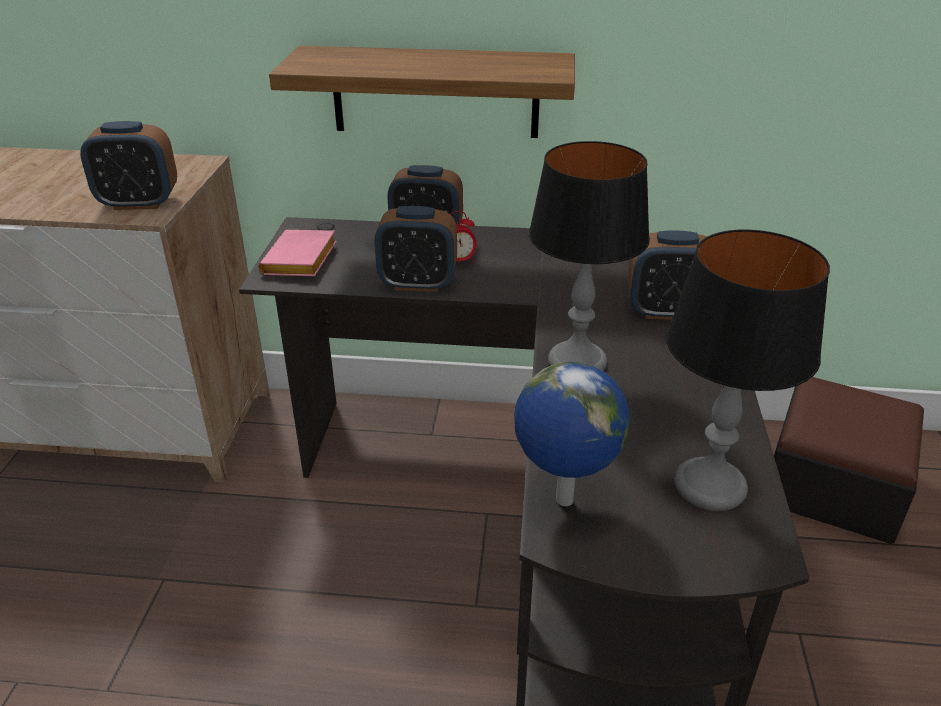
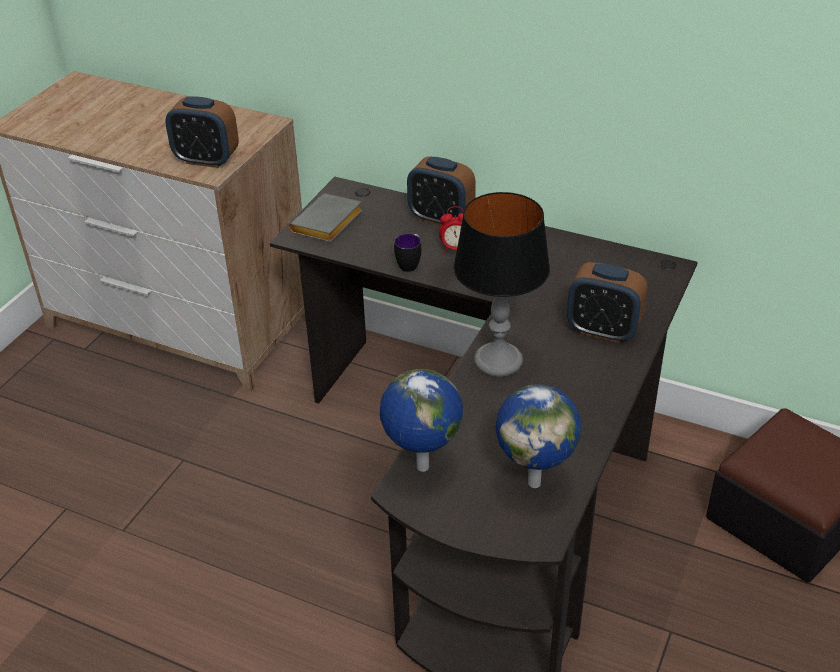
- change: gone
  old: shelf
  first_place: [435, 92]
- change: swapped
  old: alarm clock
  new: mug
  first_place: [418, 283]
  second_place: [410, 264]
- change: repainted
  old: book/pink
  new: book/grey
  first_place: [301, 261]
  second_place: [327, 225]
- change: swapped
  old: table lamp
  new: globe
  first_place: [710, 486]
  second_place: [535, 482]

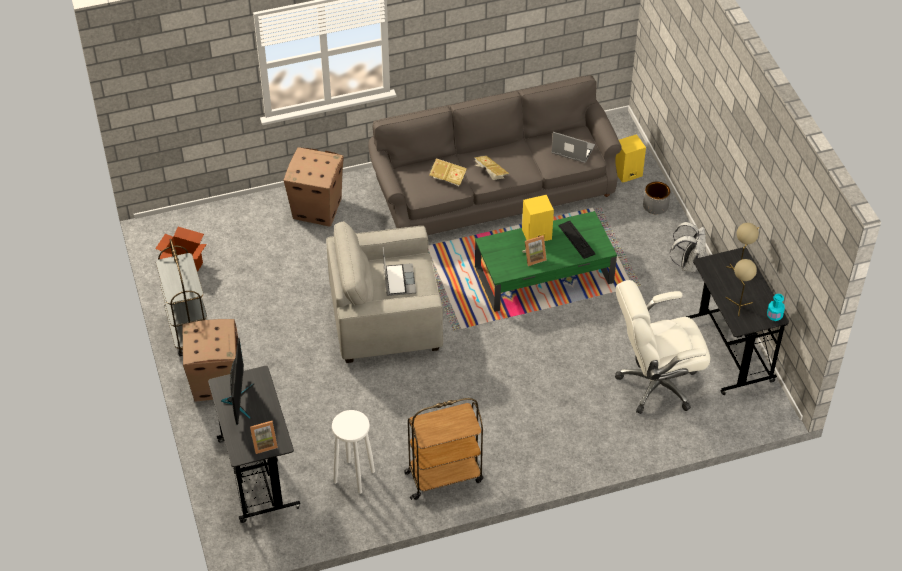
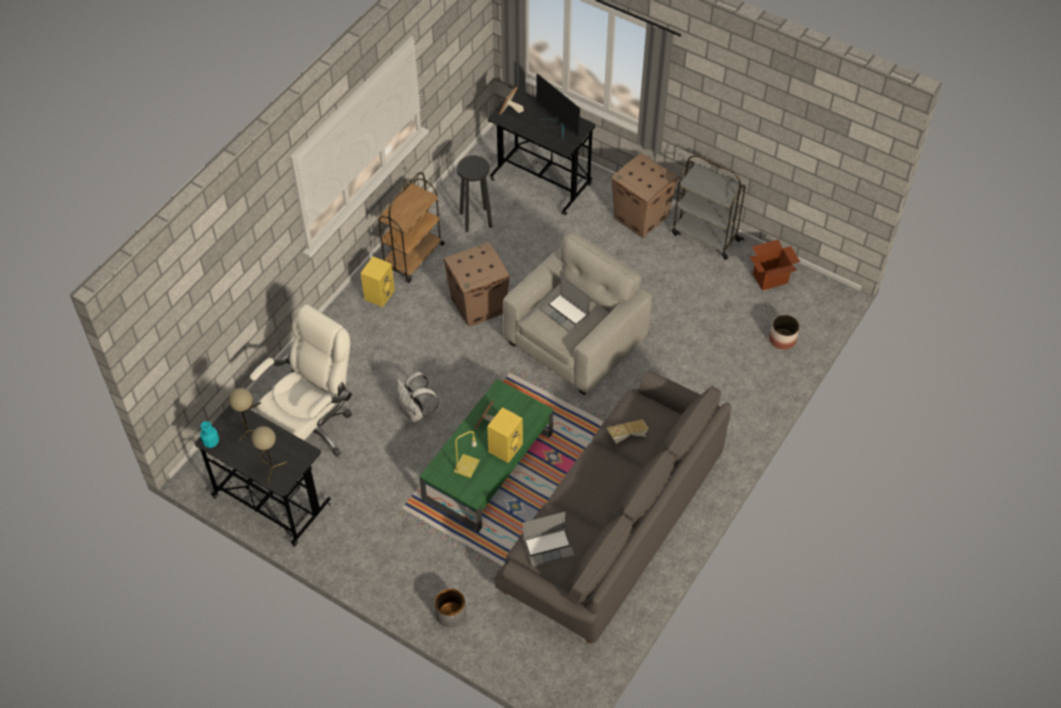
- change: shifted
  old: speaker/yellow
  first_place: [627, 173]
  second_place: [379, 294]
- change: shifted
  old: cardboard box
  first_place: [316, 208]
  second_place: [479, 305]
- change: gone
  old: book
  first_place: [490, 173]
- change: swapped
  old: keyboard
  new: table lamp/yellow
  first_place: [576, 239]
  second_place: [466, 466]
- change: shifted
  old: backpack/white
  first_place: [688, 264]
  second_place: [416, 413]
- change: repainted
  old: stool/white
  new: stool/black
  first_place: [354, 477]
  second_place: [475, 220]
- change: new
  new: planter
  second_place: [782, 339]

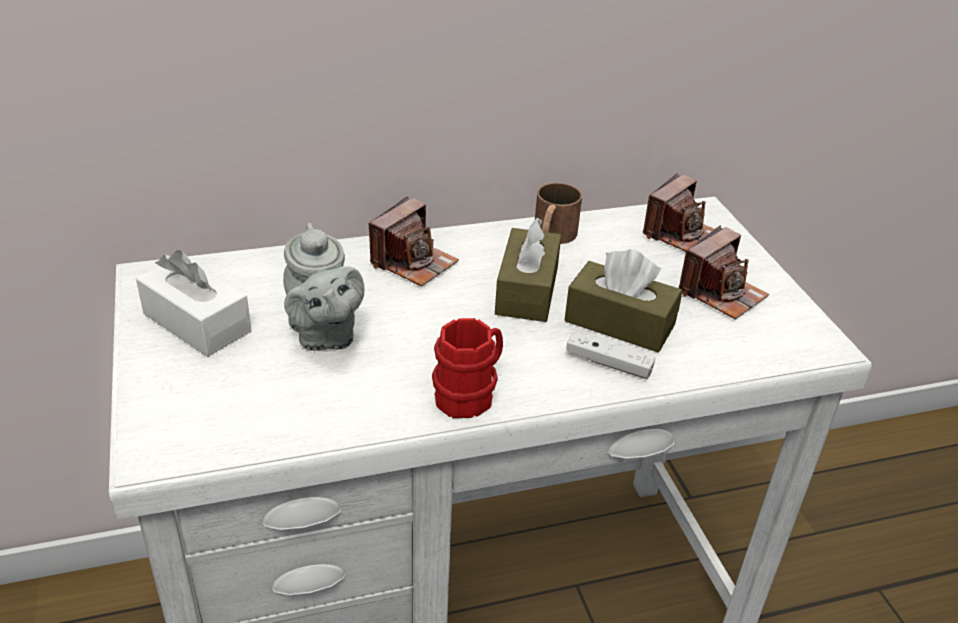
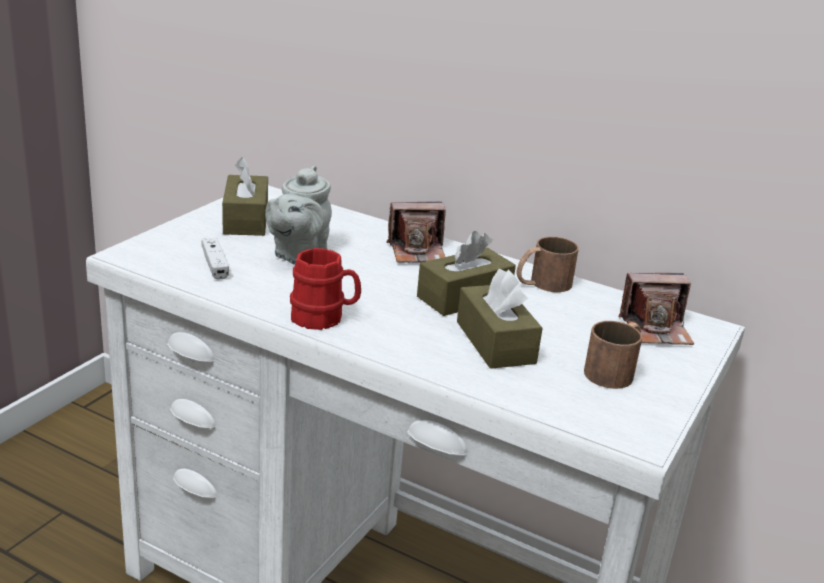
- change: swapped
  old: photo camera
  new: mug/brown
  first_place: [721, 293]
  second_place: [615, 370]
- change: repainted
  old: tissue box/white
  new: tissue box/brown
  first_place: [197, 323]
  second_place: [246, 219]
- change: shifted
  old: game controller/white
  first_place: [608, 363]
  second_place: [215, 265]

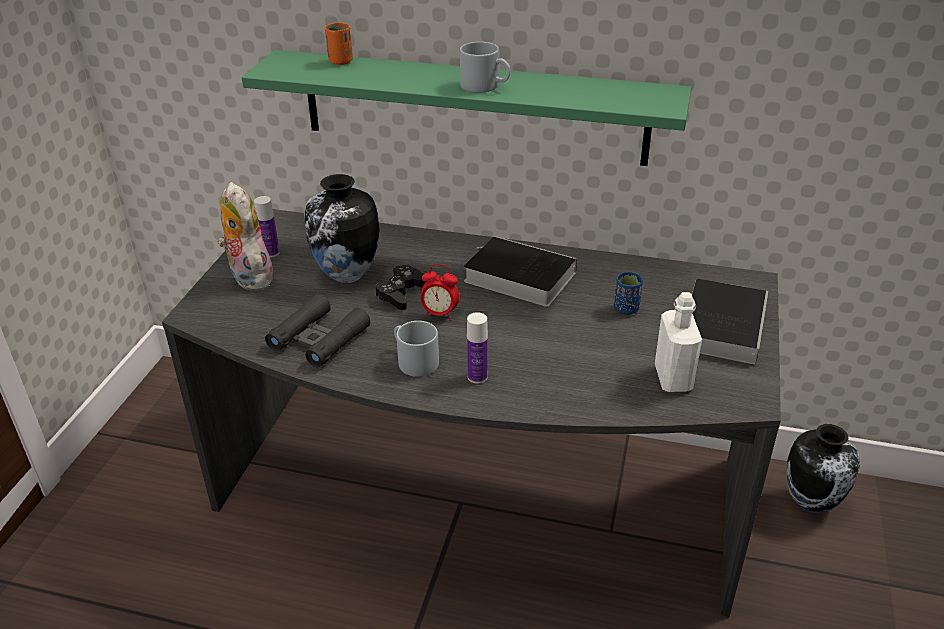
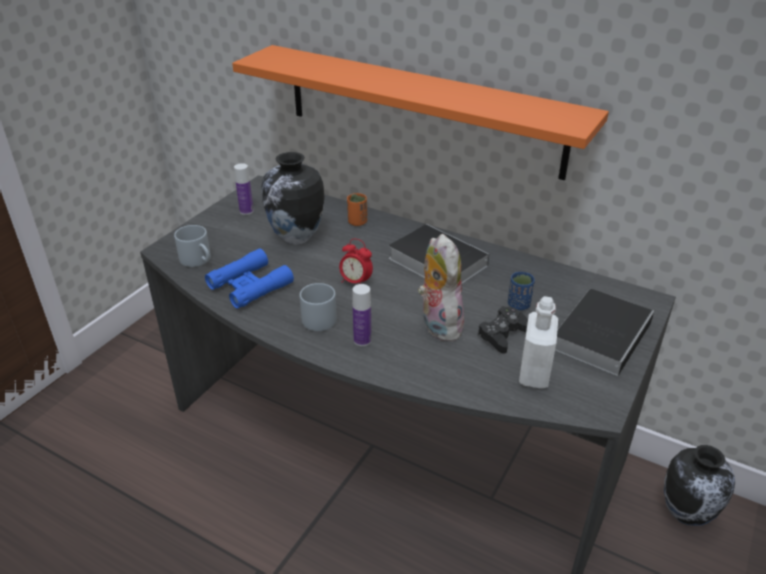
- change: shifted
  old: cup/orange
  first_place: [340, 61]
  second_place: [357, 222]
- change: shifted
  old: mug/grey
  first_place: [486, 86]
  second_place: [199, 260]
- change: repainted
  old: shelf/green
  new: shelf/orange
  first_place: [473, 107]
  second_place: [421, 110]
- change: shifted
  old: plush toy
  first_place: [248, 277]
  second_place: [437, 324]
- change: shifted
  old: game controller/black
  first_place: [401, 293]
  second_place: [503, 334]
- change: repainted
  old: binoculars/black
  new: binoculars/blue
  first_place: [319, 339]
  second_place: [250, 285]

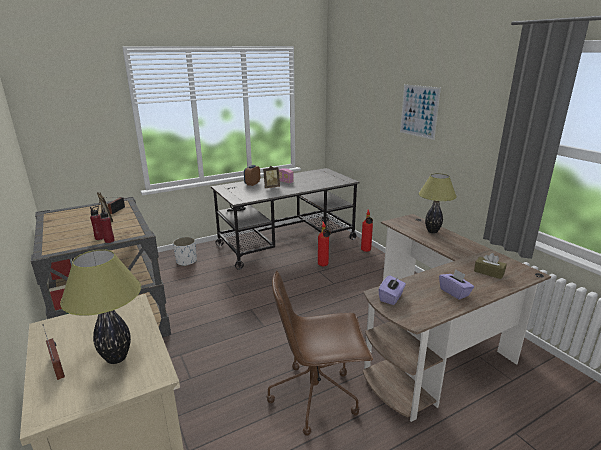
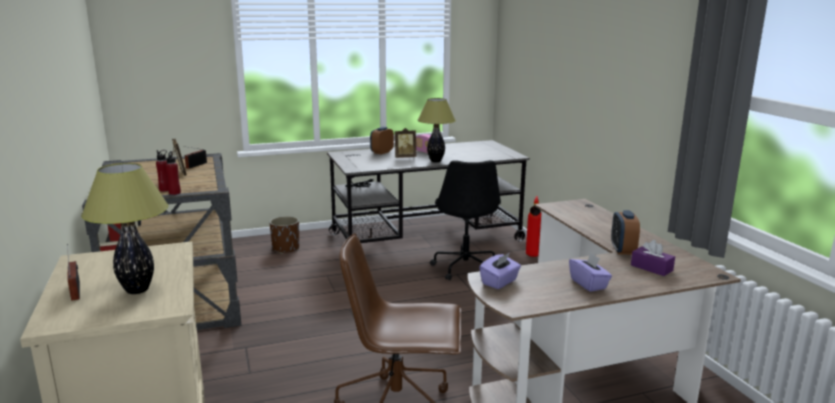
- change: gone
  old: picture
  first_place: [419, 111]
- change: shifted
  old: table lamp
  first_place: [432, 231]
  second_place: [436, 161]
- change: swapped
  old: fire extinguisher
  new: office chair/black
  first_place: [323, 266]
  second_place: [465, 269]
- change: repainted
  old: planter/white
  new: planter/brown
  first_place: [186, 261]
  second_place: [286, 248]
- change: repainted
  old: tissue box/brown
  new: tissue box/purple
  first_place: [489, 272]
  second_place: [651, 268]
- change: new
  new: alarm clock
  second_place: [622, 250]

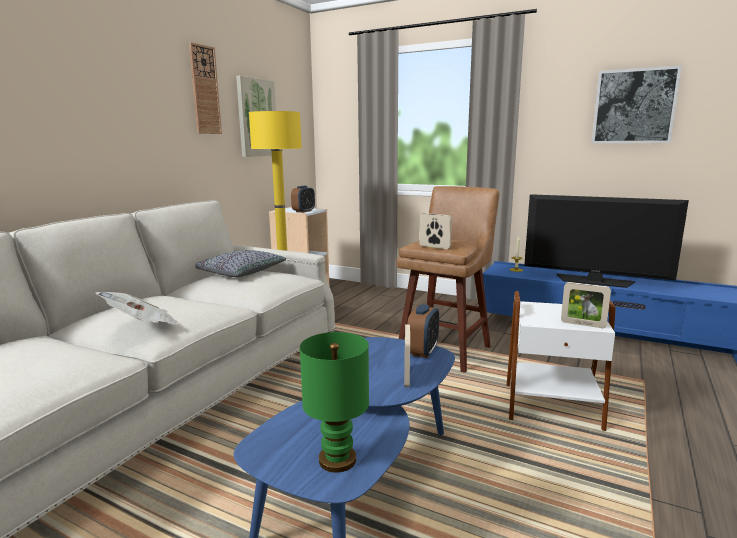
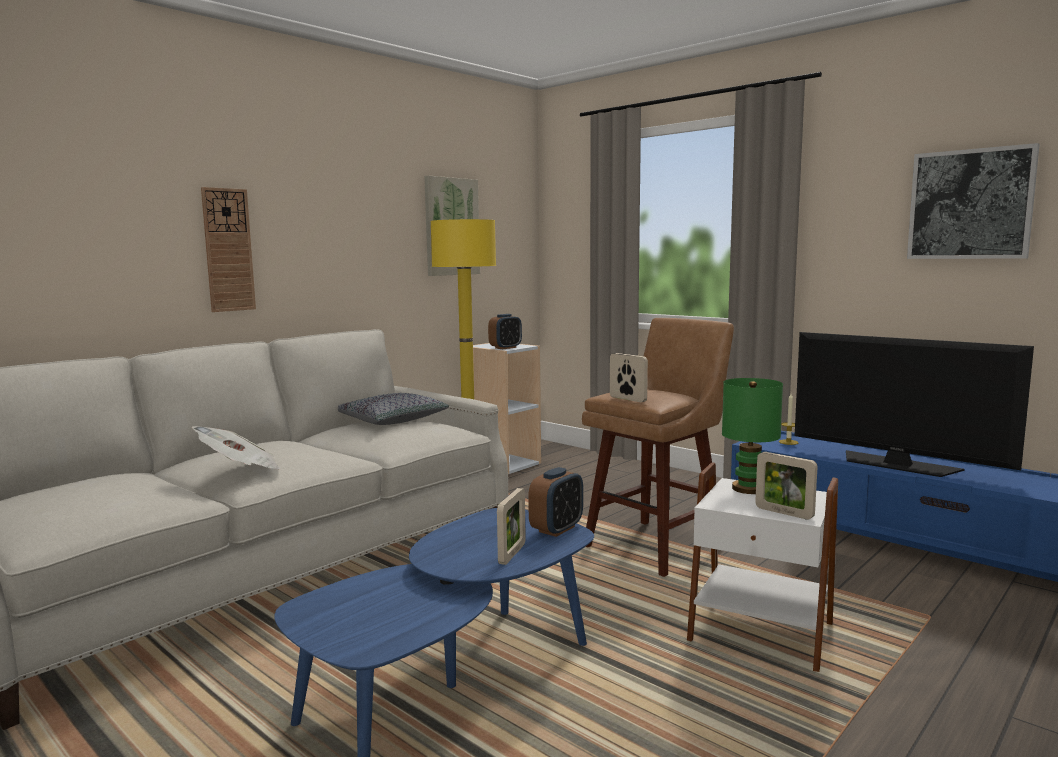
- change: shifted
  old: wall clock
  first_place: [205, 90]
  second_place: [228, 250]
- change: shifted
  old: table lamp/green
  first_place: [337, 459]
  second_place: [748, 488]

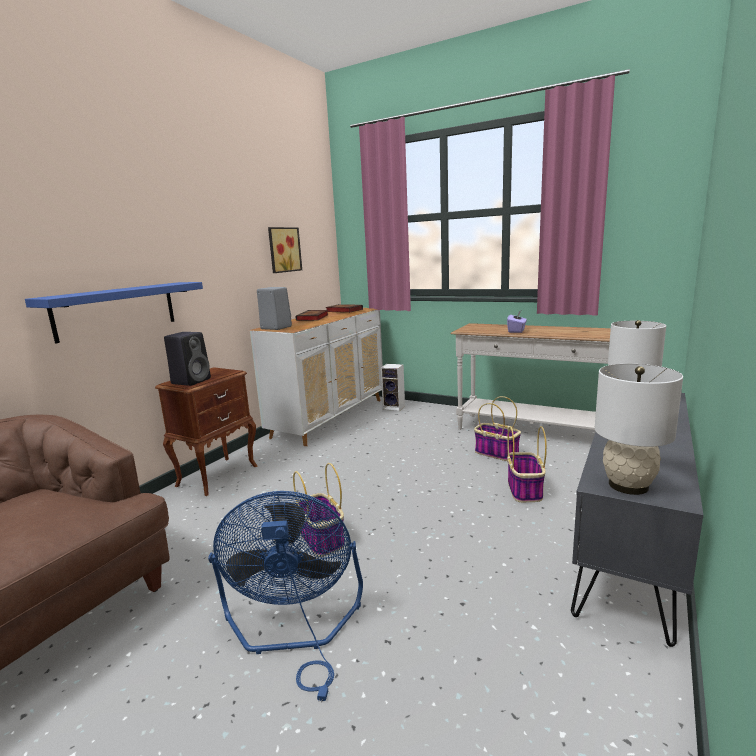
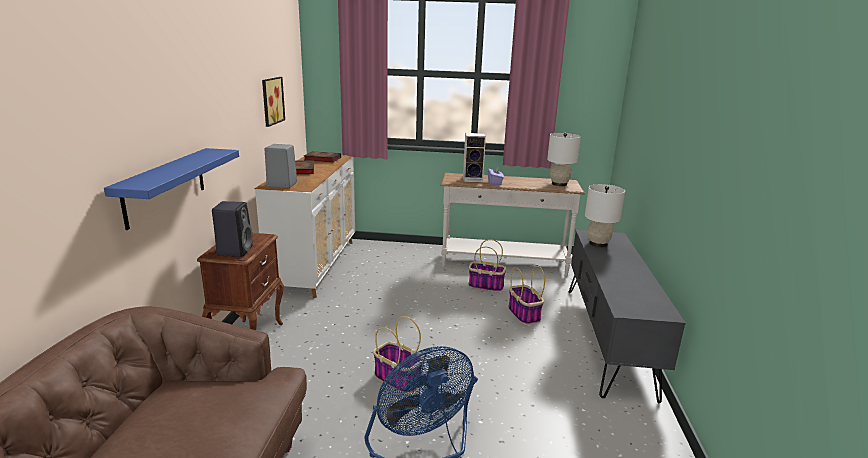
- change: shifted
  old: speaker
  first_place: [395, 407]
  second_place: [473, 179]
- change: shifted
  old: table lamp/white
  first_place: [628, 485]
  second_place: [559, 184]

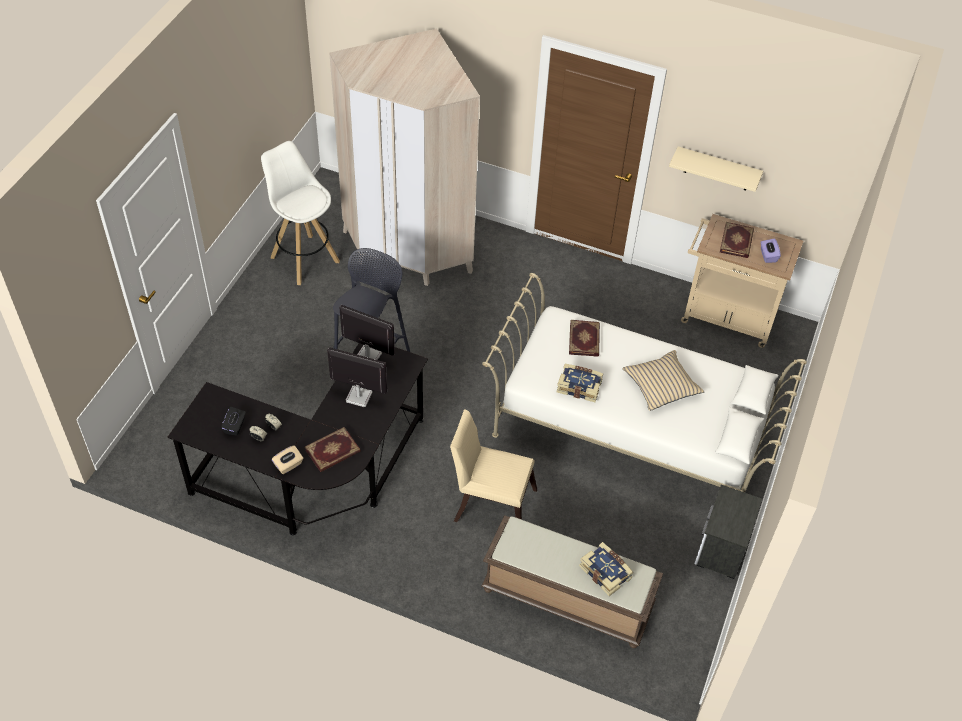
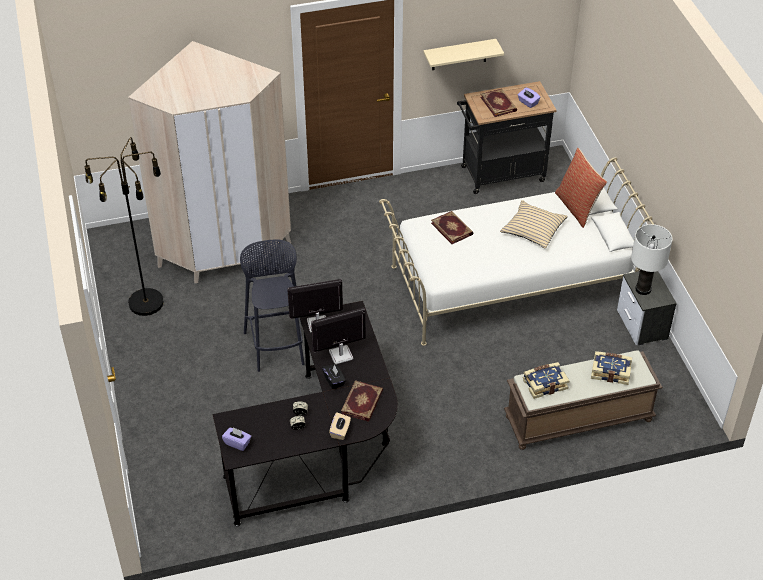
- change: swapped
  old: stool/white
  new: floor lamp
  first_place: [304, 258]
  second_place: [146, 303]
- change: repainted
  old: cart/beige
  new: cart/black
  first_place: [725, 317]
  second_place: [500, 175]
- change: shifted
  old: book
  first_place: [579, 386]
  second_place: [544, 384]
- change: shifted
  old: tissue box/black
  first_place: [235, 426]
  second_place: [334, 381]
- change: gone
  old: chair/beige
  first_place: [490, 503]
- change: new
  new: pillow
  second_place: [577, 207]
- change: new
  new: table lamp/white
  second_place: [643, 289]
- change: new
  new: tissue box/purple
  second_place: [237, 443]

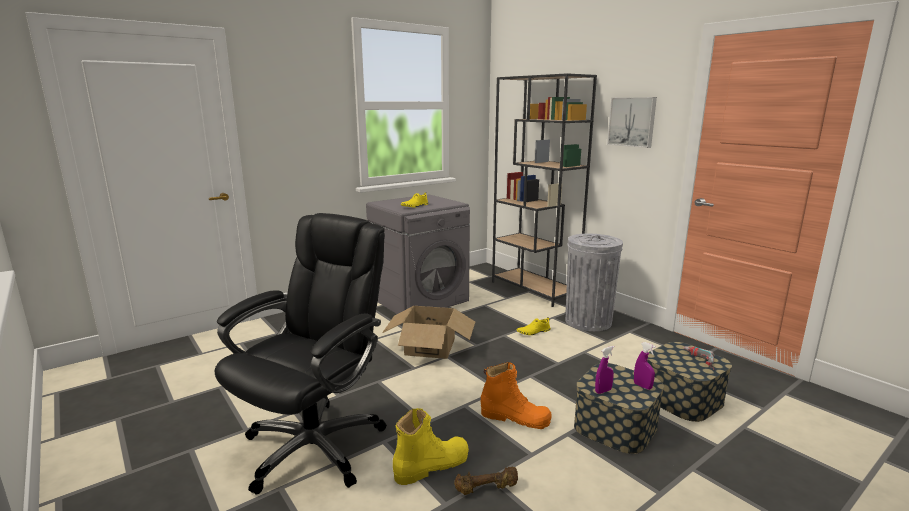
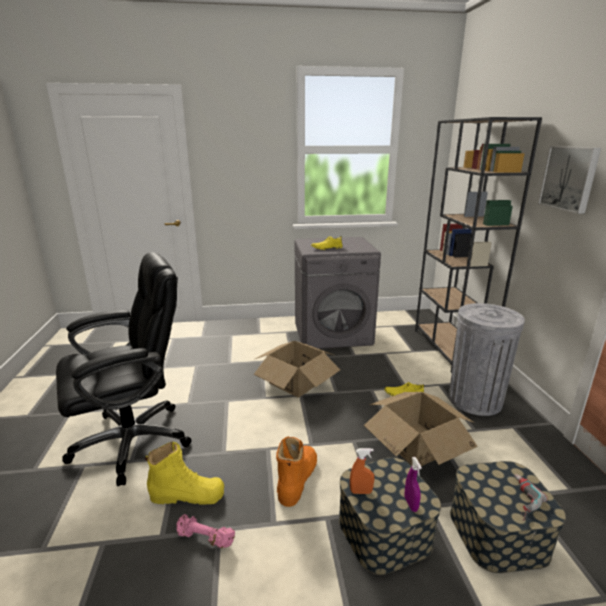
- change: repainted
  old: spray bottle/purple
  new: spray bottle/orange
  first_place: [603, 391]
  second_place: [361, 492]
- change: rotated
  old: boot/orange
  first_place: [515, 417]
  second_place: [297, 479]
  degrees: -120
- change: repainted
  old: dumbbell/brown
  new: dumbbell/pink
  first_place: [486, 489]
  second_place: [204, 538]
- change: new
  new: cardboard box
  second_place: [417, 444]

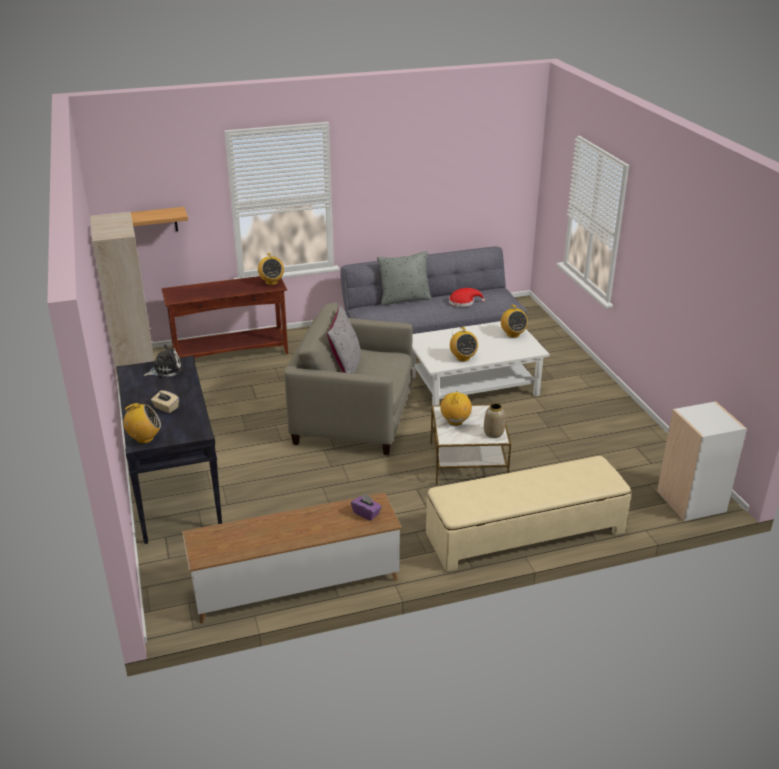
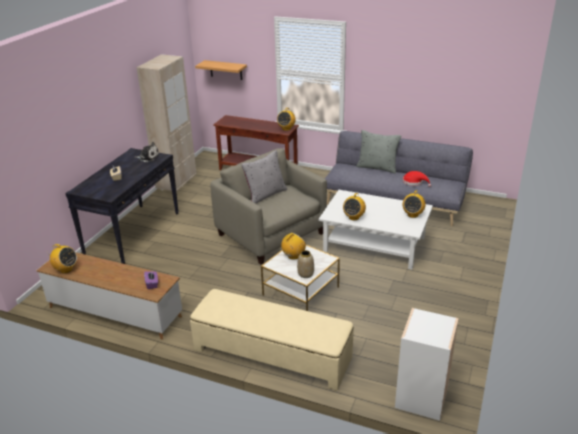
- change: shifted
  old: radio
  first_place: [144, 438]
  second_place: [66, 269]

